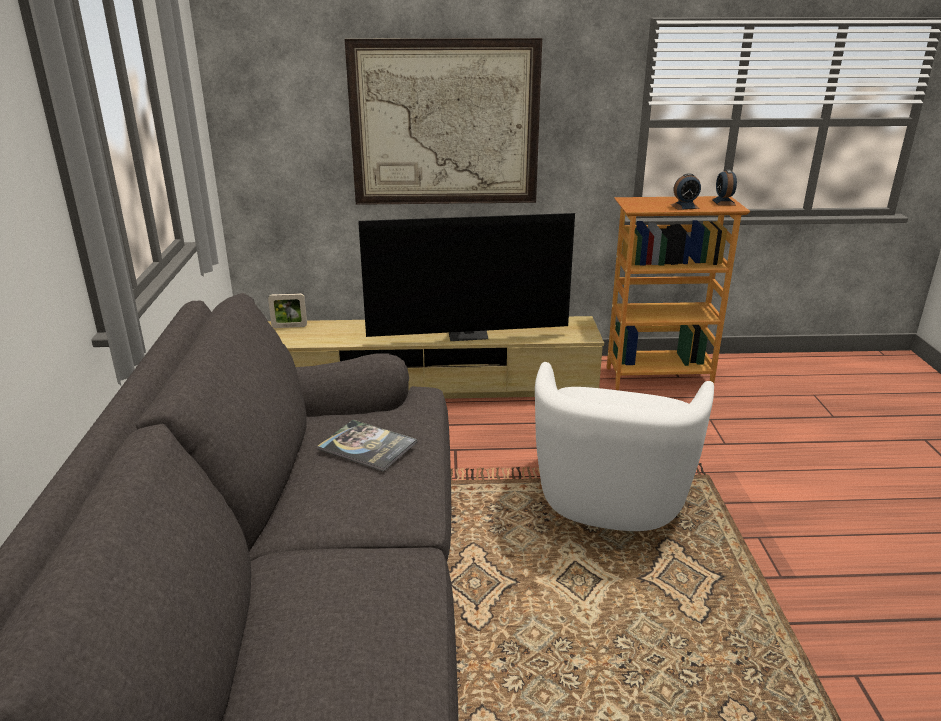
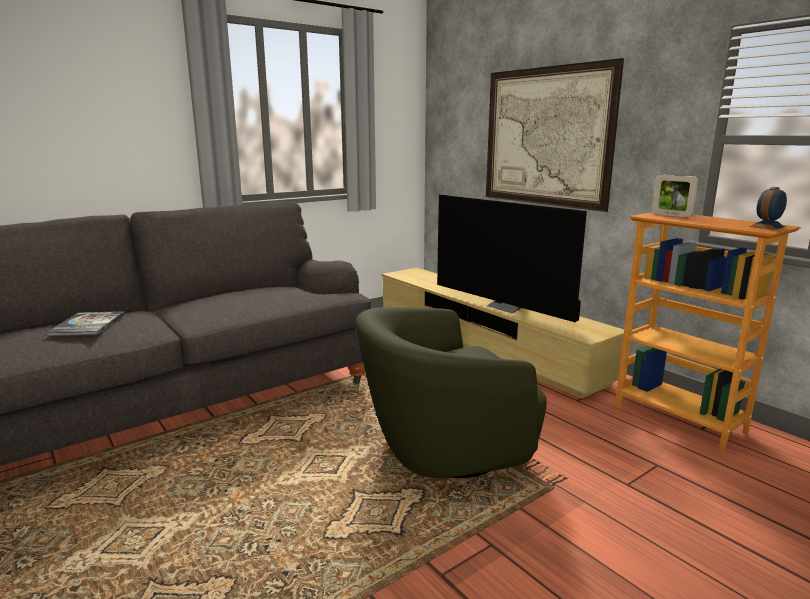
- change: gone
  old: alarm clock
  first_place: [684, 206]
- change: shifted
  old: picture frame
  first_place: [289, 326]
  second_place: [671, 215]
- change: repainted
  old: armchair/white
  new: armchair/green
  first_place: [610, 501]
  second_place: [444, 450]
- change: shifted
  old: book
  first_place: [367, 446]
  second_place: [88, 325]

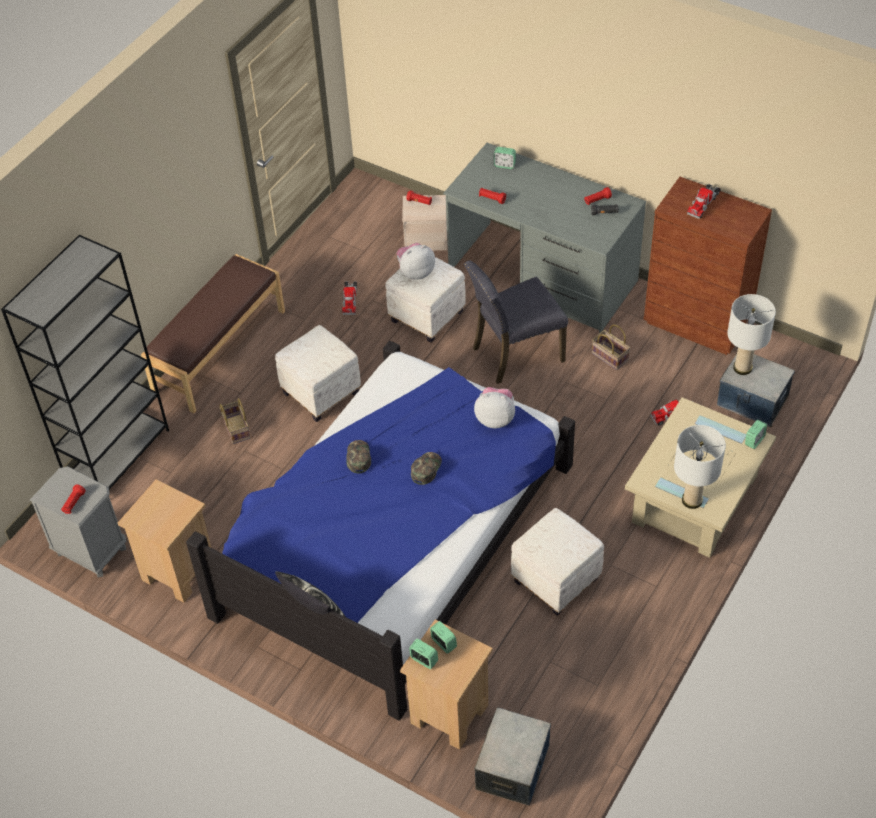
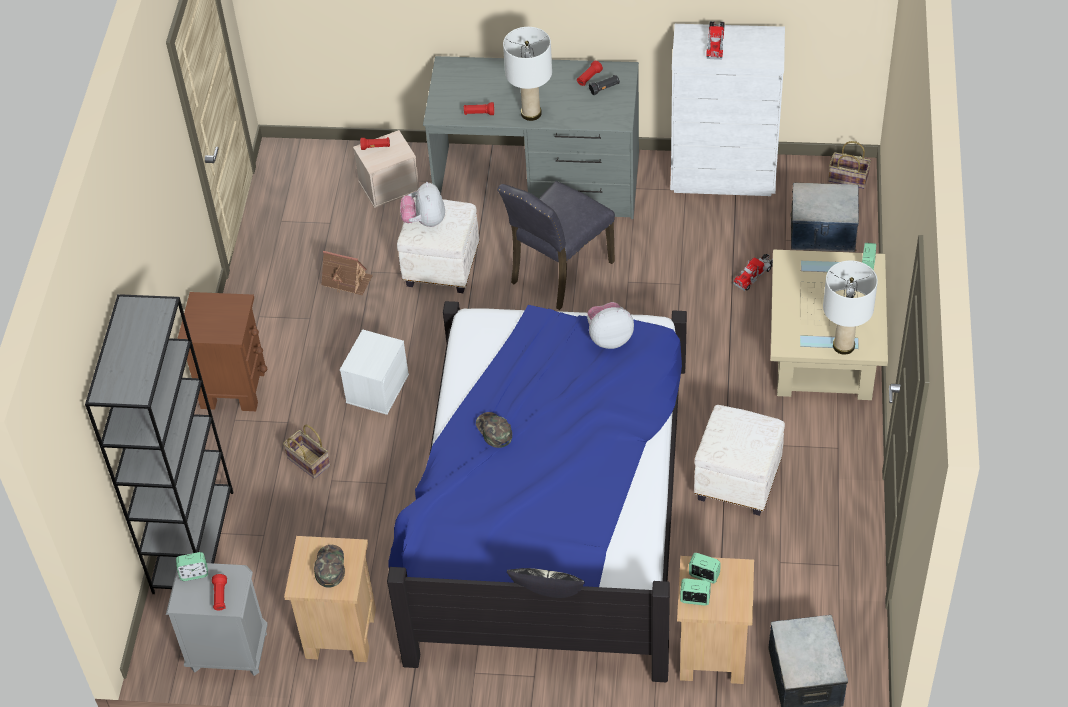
- change: shifted
  old: alarm clock
  first_place: [504, 165]
  second_place: [194, 573]
- change: repainted
  old: dresser/brown
  new: dresser/white
  first_place: [697, 323]
  second_place: [724, 175]
- change: rotated
  old: plush toy
  first_place: [416, 272]
  second_place: [424, 221]
  degrees: -45
- change: swapped
  old: bench/brown
  new: nightstand/brown
  first_place: [219, 351]
  second_place: [235, 387]
- change: swapped
  old: toy truck
  new: toy house
  first_place: [350, 300]
  second_place: [347, 280]
- change: shifted
  old: table lamp/white
  first_place: [742, 367]
  second_place: [531, 113]
- change: swapped
  old: ottoman/white
  new: storage box/white
  first_place: [321, 392]
  second_place: [377, 387]
- change: shifted
  old: basket
  first_place: [608, 357]
  second_place: [847, 179]
- change: shifted
  old: cap/green
  first_place: [425, 469]
  second_place: [329, 567]

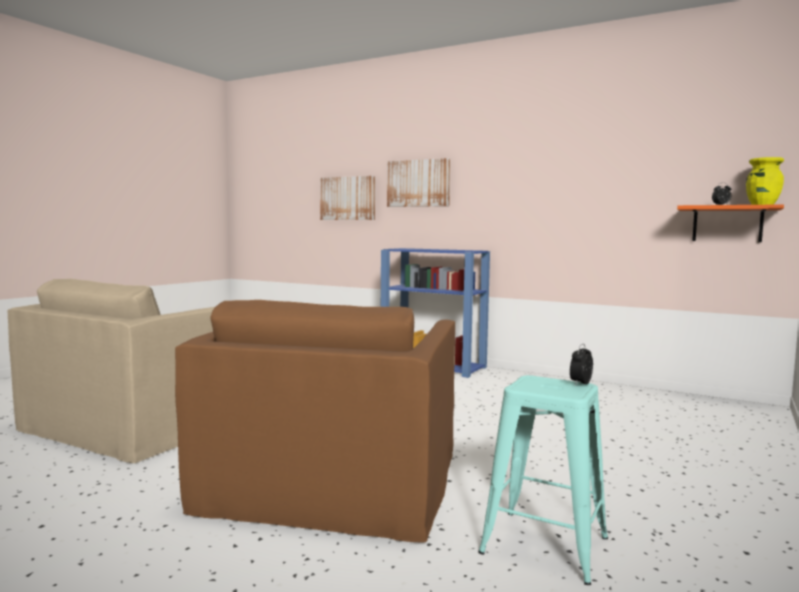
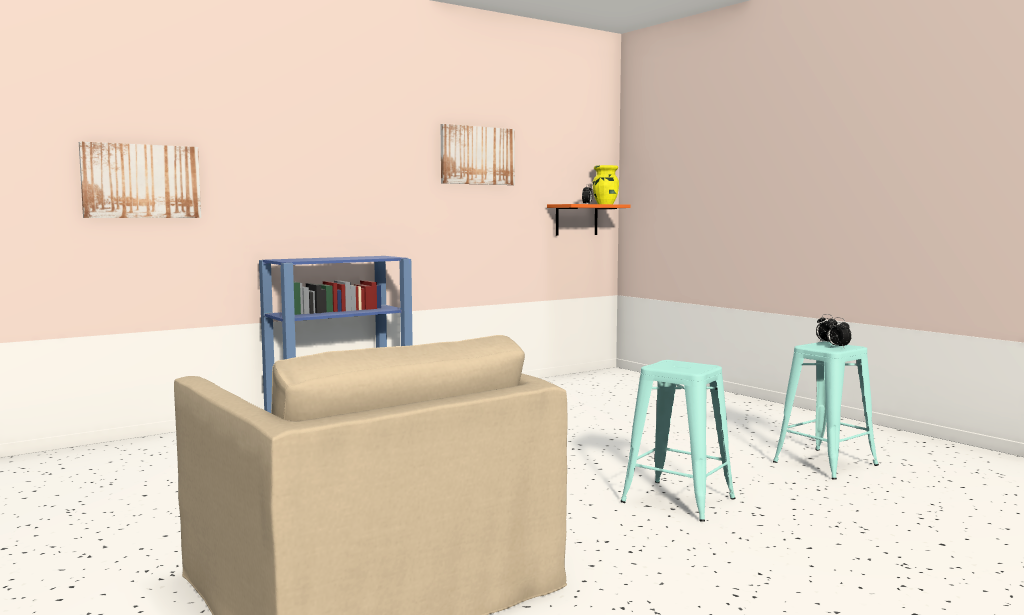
- change: shifted
  old: picture
  first_place: [418, 183]
  second_place: [477, 155]
- change: swapped
  old: armchair/brown
  new: stool/turquoise
  first_place: [333, 479]
  second_place: [678, 500]
- change: new
  new: alarm clock
  second_place: [838, 347]

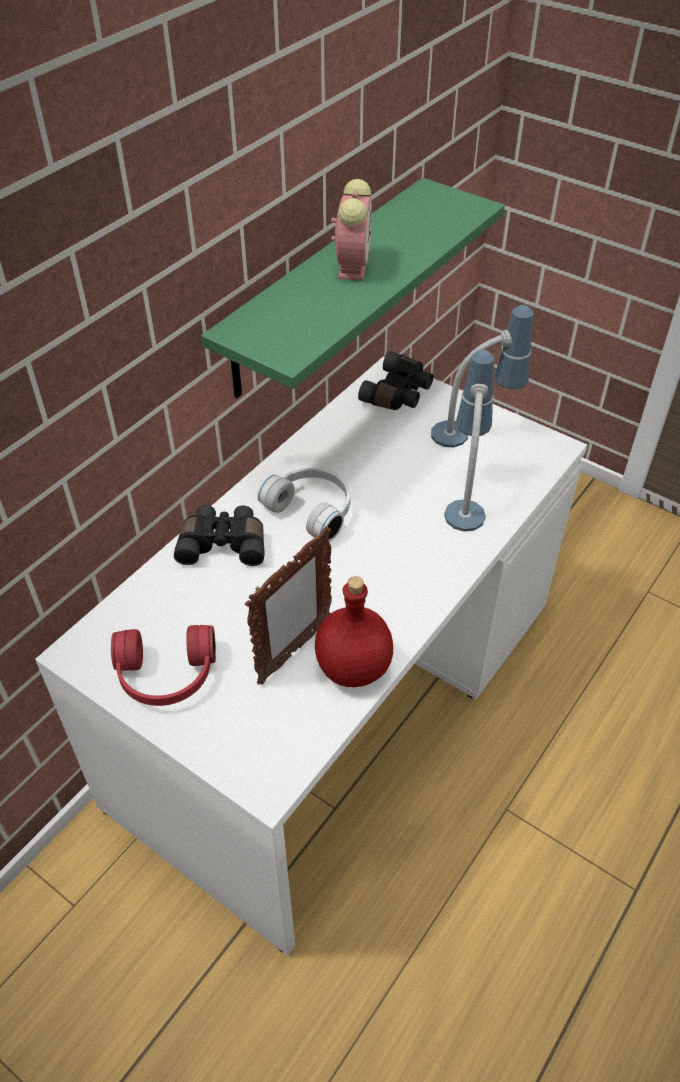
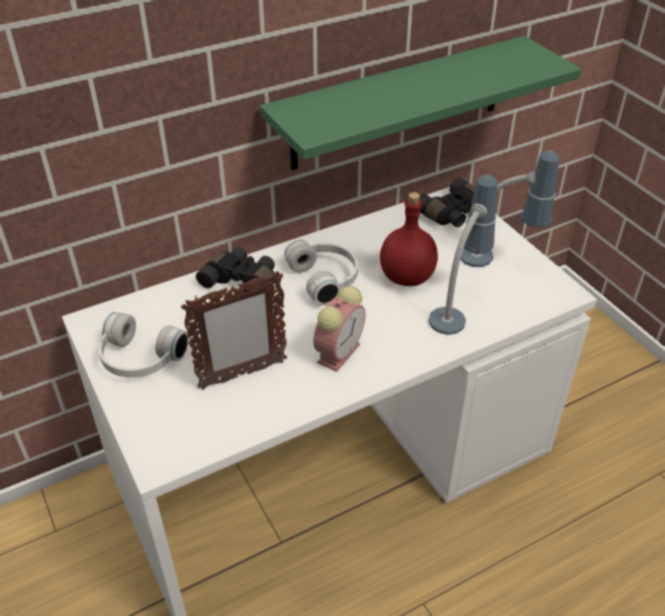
- change: shifted
  old: alarm clock
  first_place: [352, 265]
  second_place: [339, 351]
- change: shifted
  old: bottle/red
  first_place: [355, 667]
  second_place: [408, 277]
- change: repainted
  old: headphones/red
  new: headphones/white
  first_place: [166, 677]
  second_place: [139, 359]

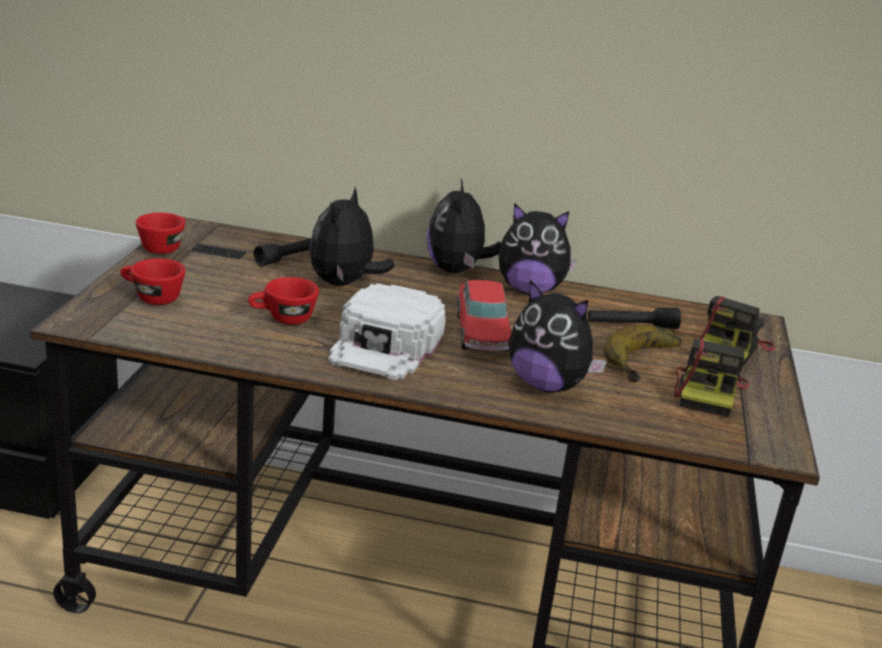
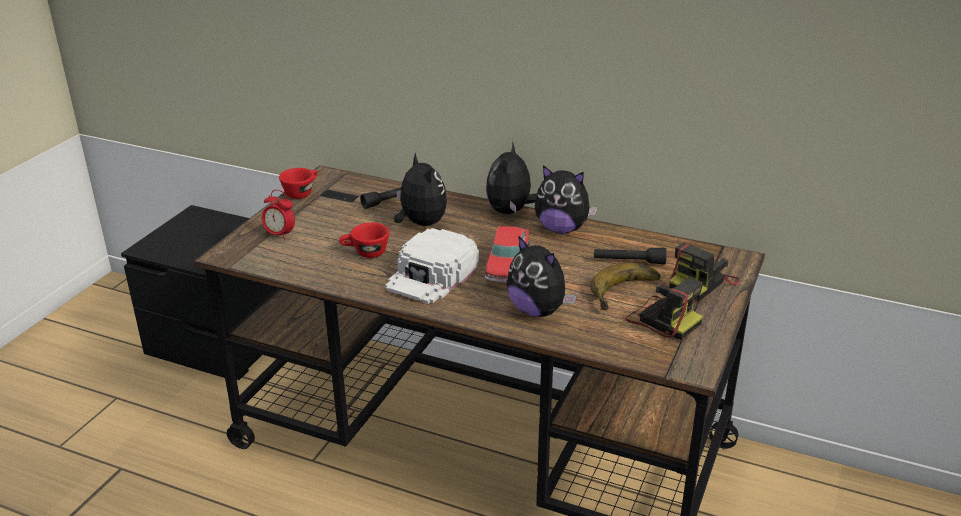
- change: rotated
  old: plush toy
  first_place: [344, 284]
  second_place: [420, 223]
  degrees: 120
- change: swapped
  old: cup/red
  new: alarm clock
  first_place: [151, 297]
  second_place: [280, 235]
- change: rotated
  old: photo camera
  first_place: [708, 392]
  second_place: [662, 319]
  degrees: -75

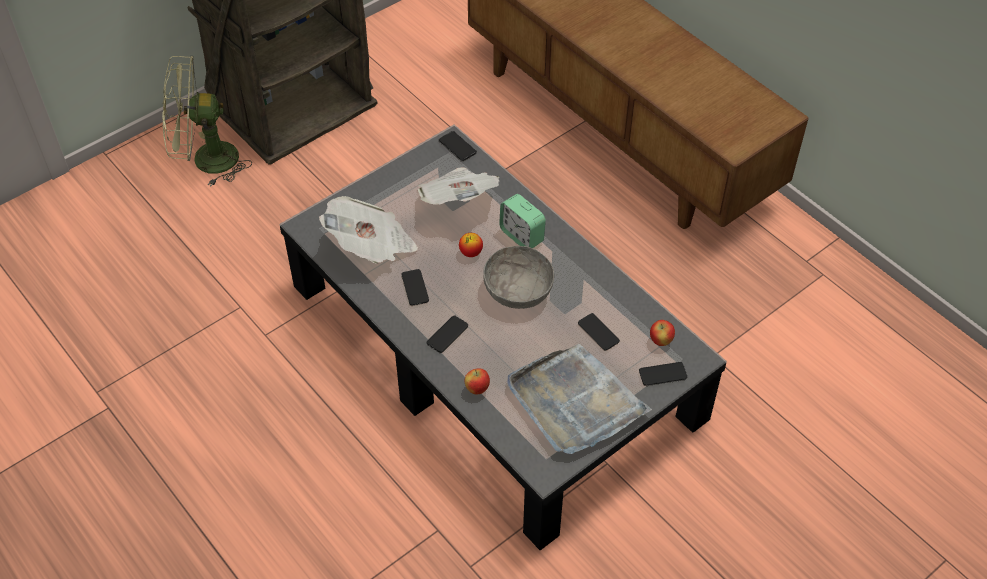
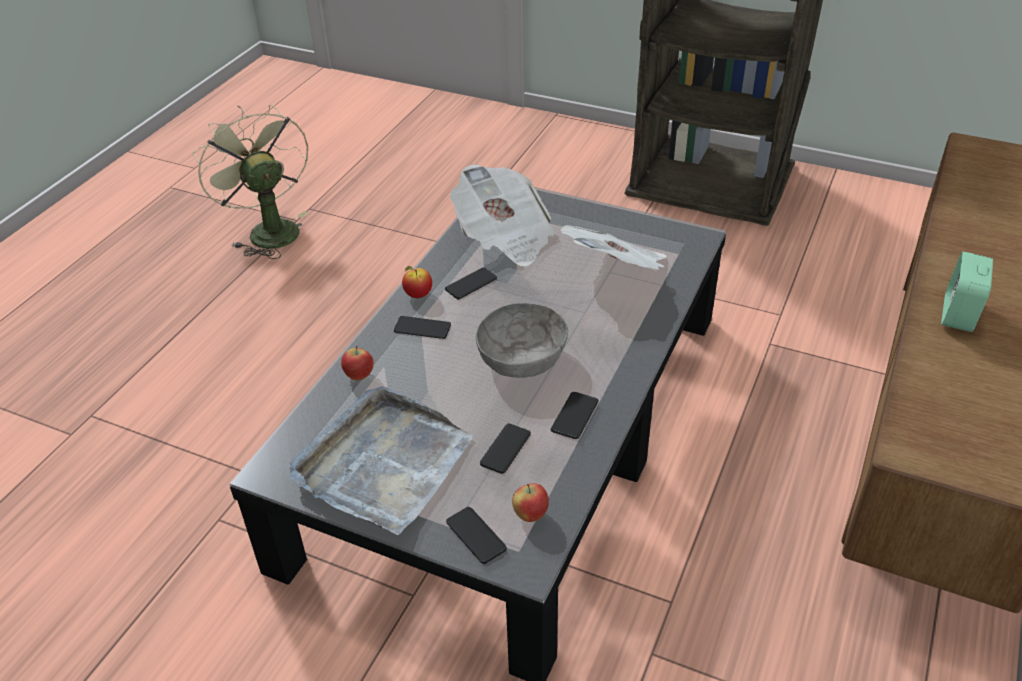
- change: shifted
  old: fan/green
  first_place: [205, 160]
  second_place: [268, 230]
- change: shifted
  old: phone
  first_place: [457, 146]
  second_place: [574, 416]
- change: shifted
  old: alarm clock
  first_place: [522, 236]
  second_place: [958, 314]
- change: shifted
  old: apple
  first_place: [470, 253]
  second_place: [418, 295]

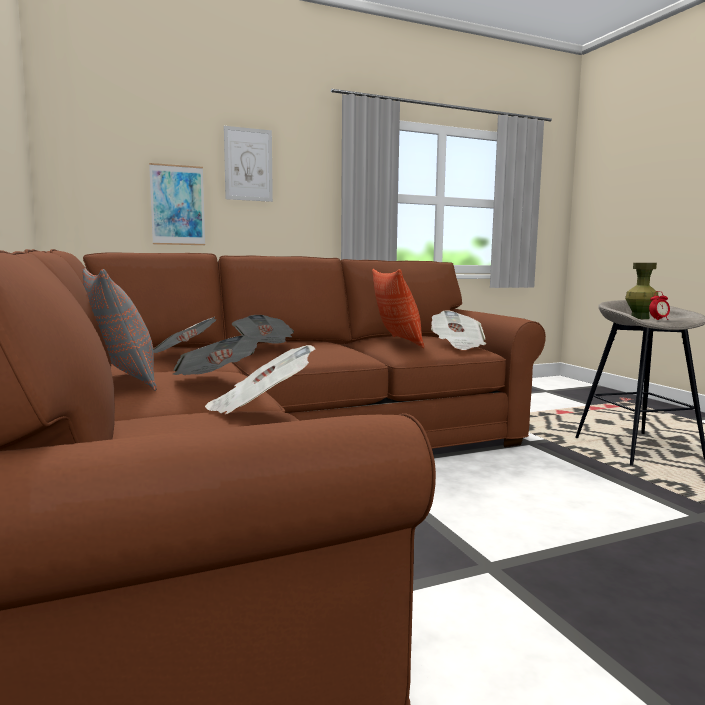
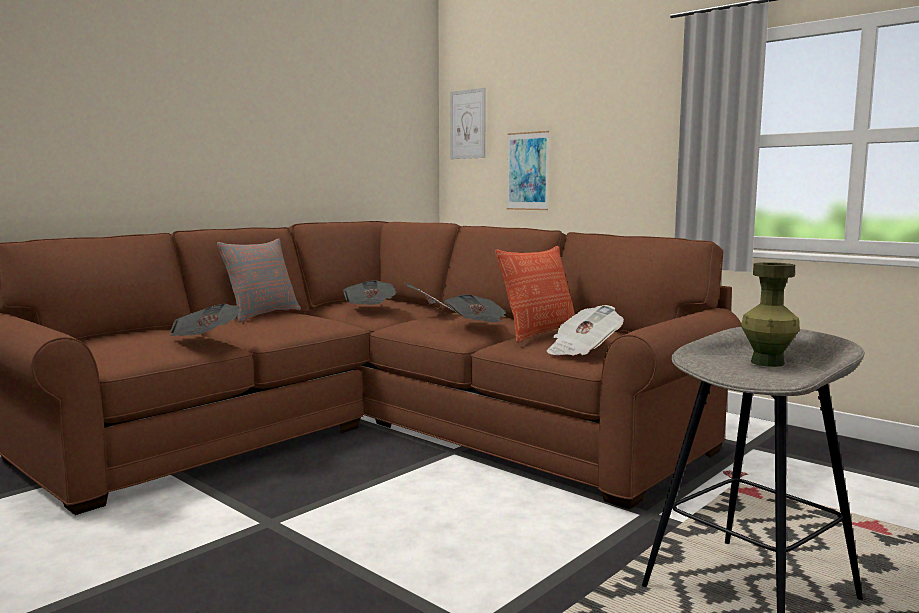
- change: shifted
  old: picture
  first_place: [248, 164]
  second_place: [467, 124]
- change: gone
  old: alarm clock
  first_place: [658, 320]
- change: shifted
  old: newspaper
  first_place: [216, 380]
  second_place: [477, 326]

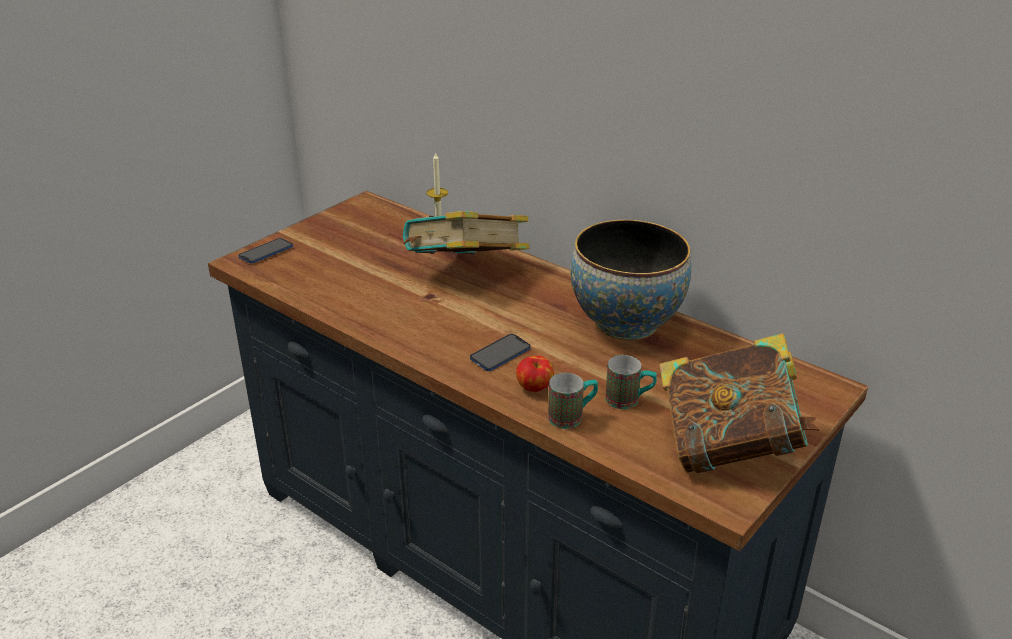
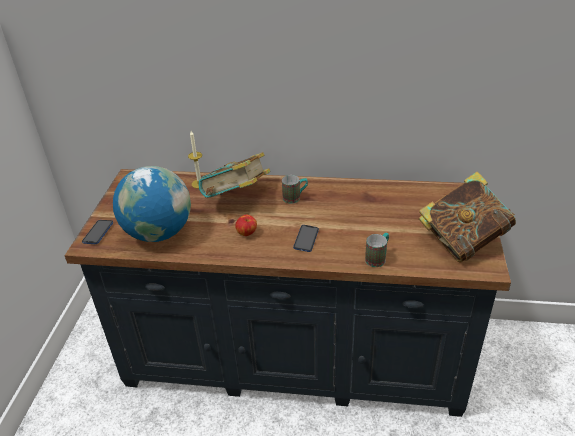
- change: gone
  old: bowl
  first_place: [626, 324]
- change: shifted
  old: mug
  first_place: [629, 400]
  second_place: [295, 197]
- change: shifted
  old: apple
  first_place: [534, 388]
  second_place: [247, 233]
- change: new
  new: globe
  second_place: [159, 233]

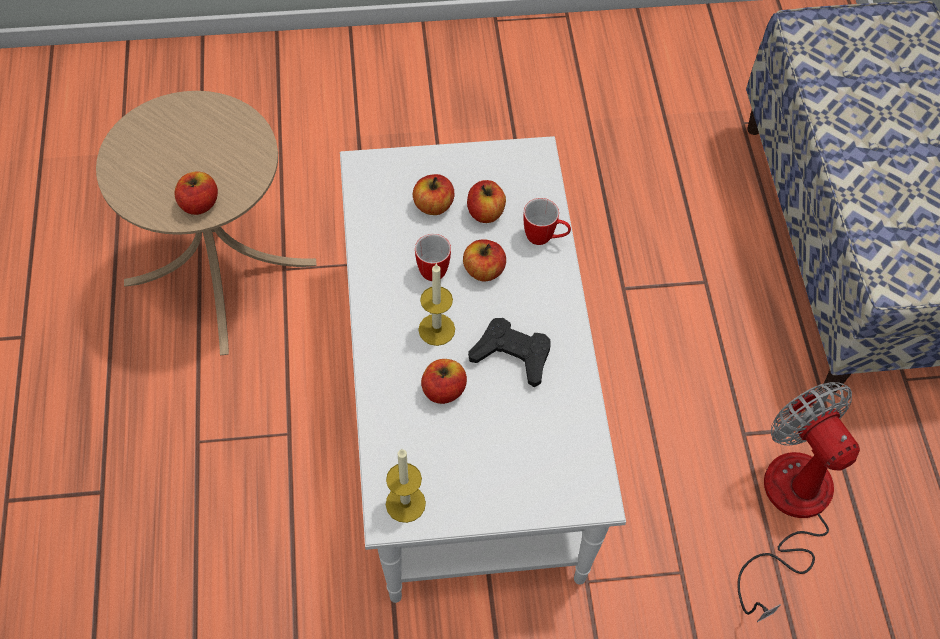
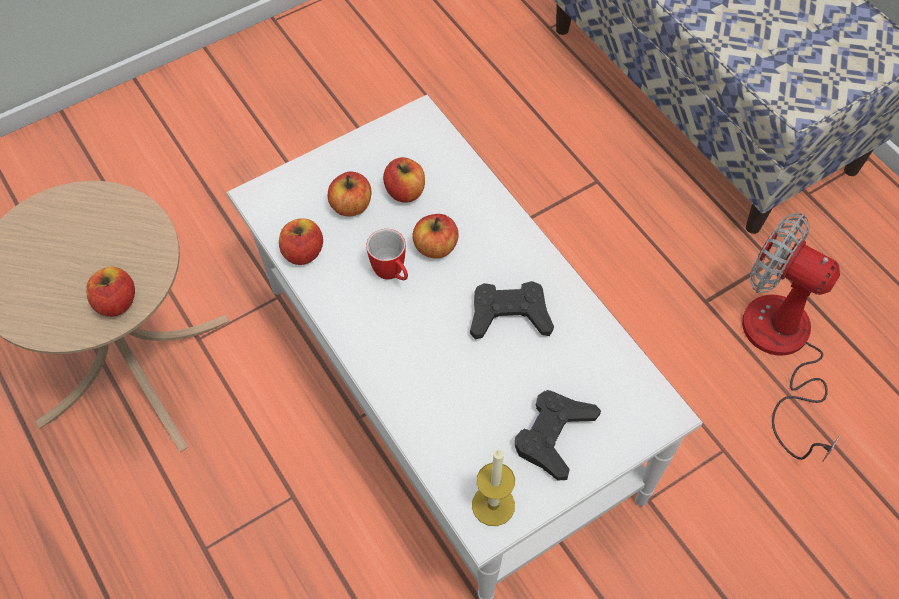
- change: gone
  old: mug
  first_place: [545, 238]
- change: gone
  old: candle
  first_place: [436, 329]
- change: shifted
  old: apple
  first_place: [443, 390]
  second_place: [302, 252]
- change: new
  new: game controller/black
  second_place: [554, 436]

